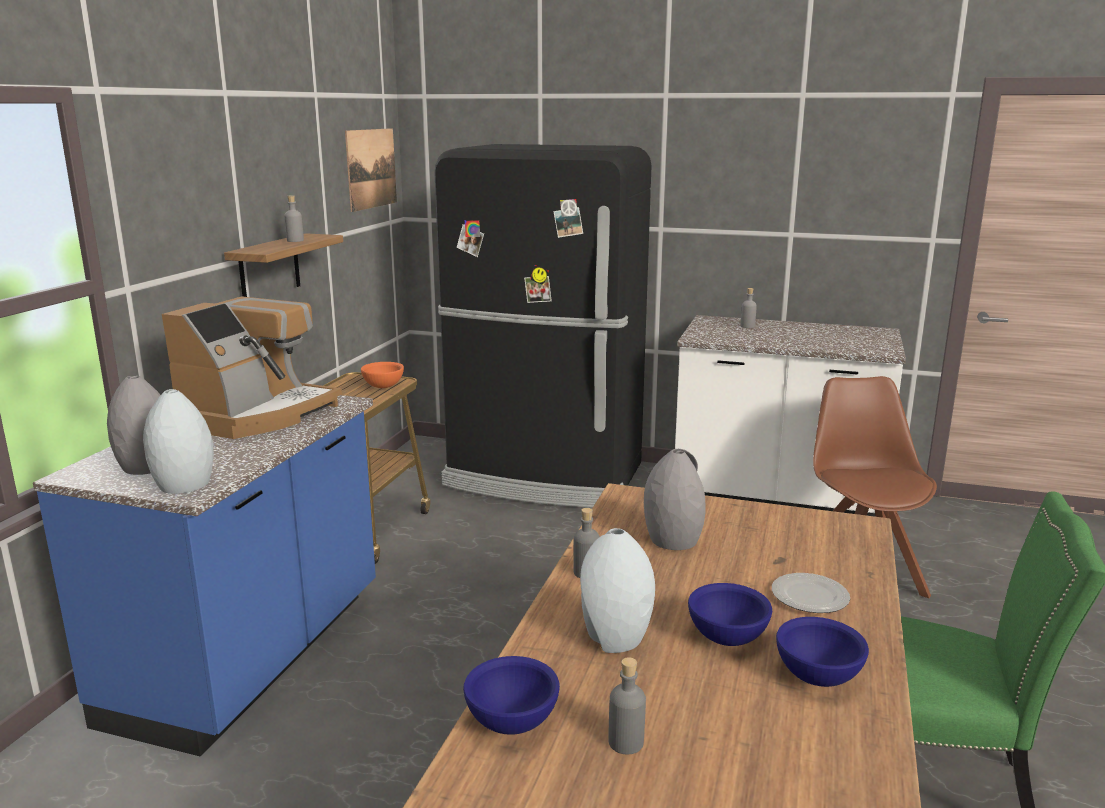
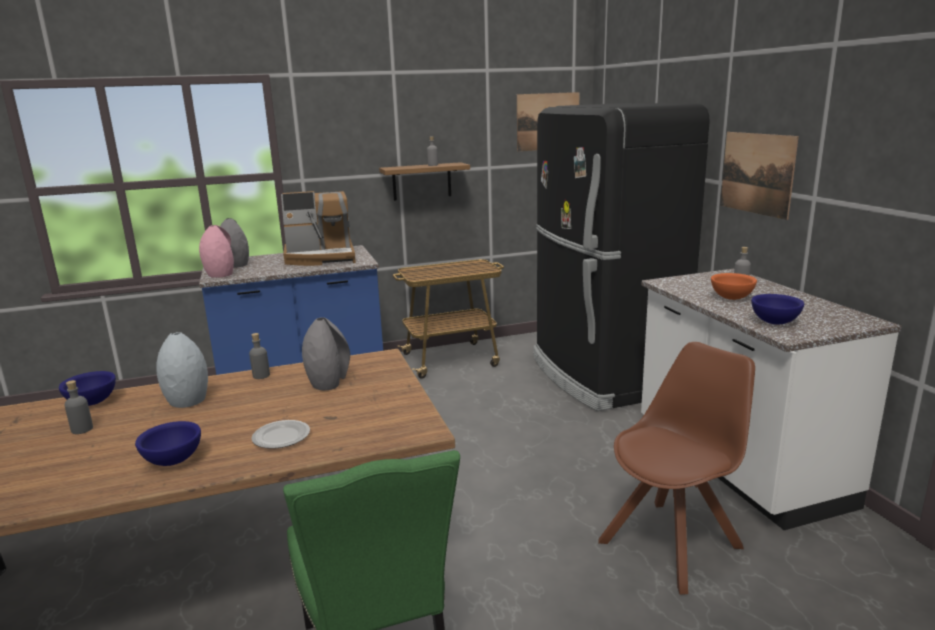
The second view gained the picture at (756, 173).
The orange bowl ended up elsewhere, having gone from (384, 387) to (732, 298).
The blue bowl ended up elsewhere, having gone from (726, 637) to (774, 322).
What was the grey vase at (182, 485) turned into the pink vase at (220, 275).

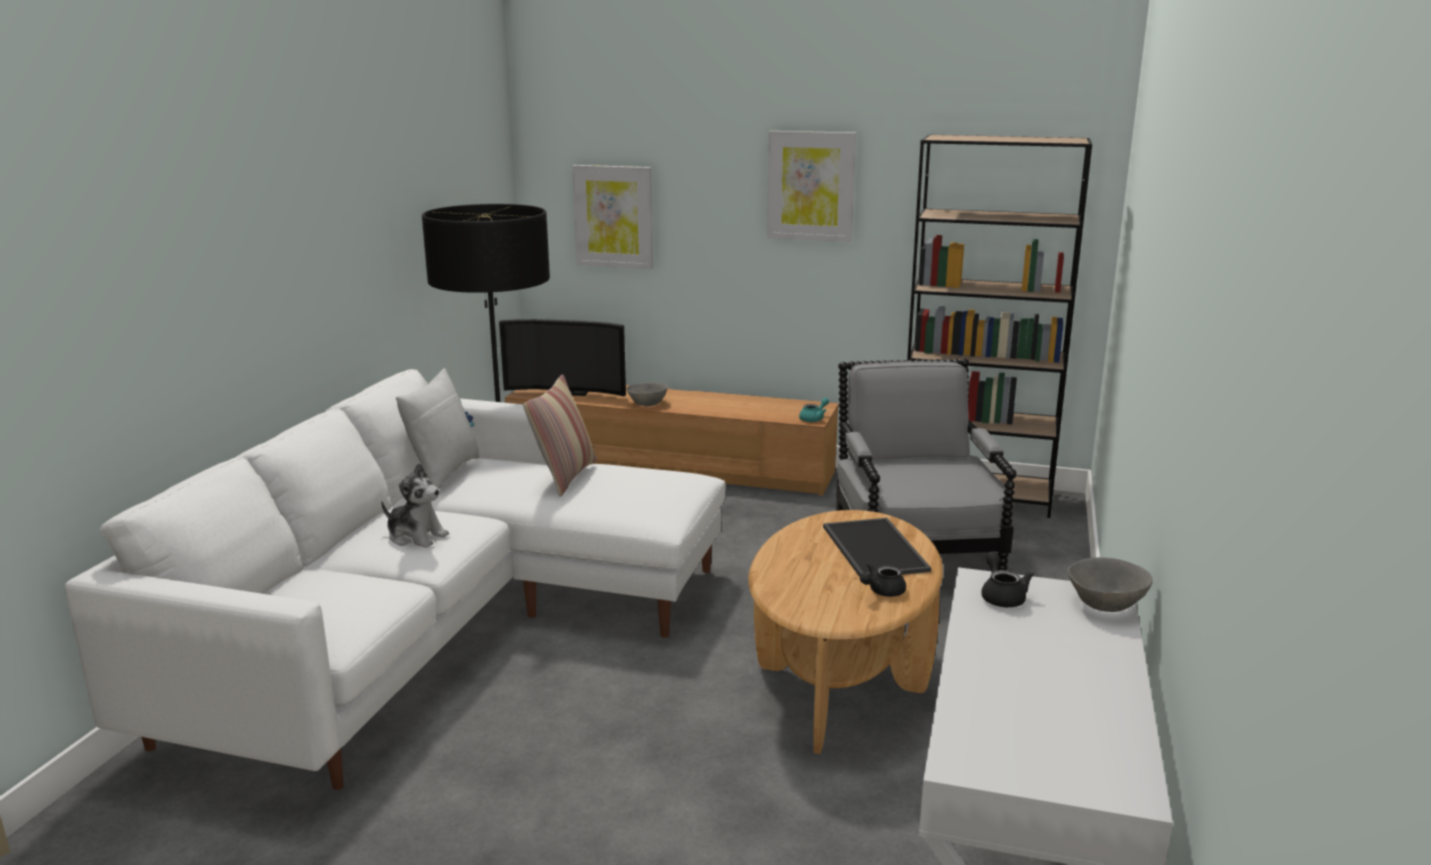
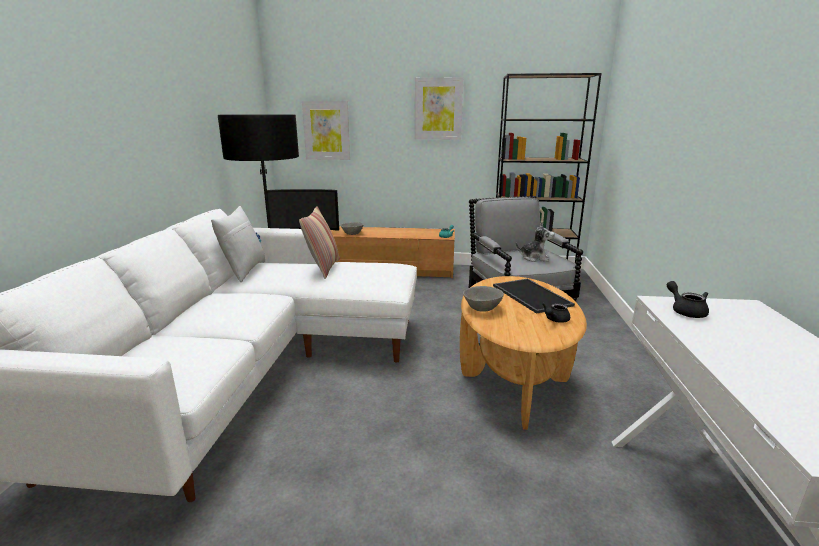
The plush toy ended up elsewhere, having gone from (416, 536) to (534, 258).
The grey bowl ended up elsewhere, having gone from (1105, 603) to (482, 308).

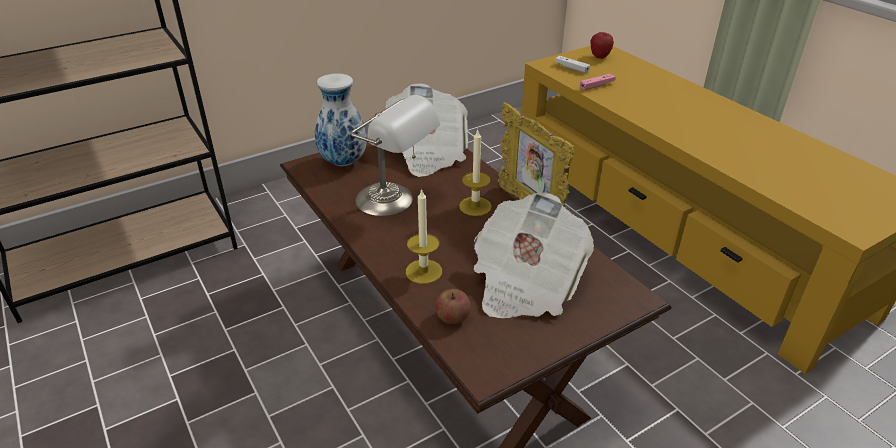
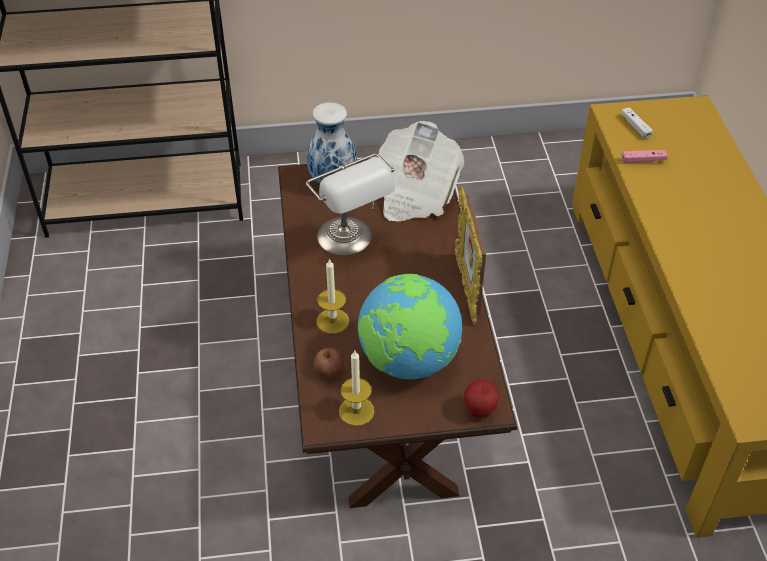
The candle ended up elsewhere, having gone from (475, 206) to (356, 411).
The apple ended up elsewhere, having gone from (599, 57) to (479, 411).
Where the newspaper stood at (525, 282), the globe came to stand at (408, 361).

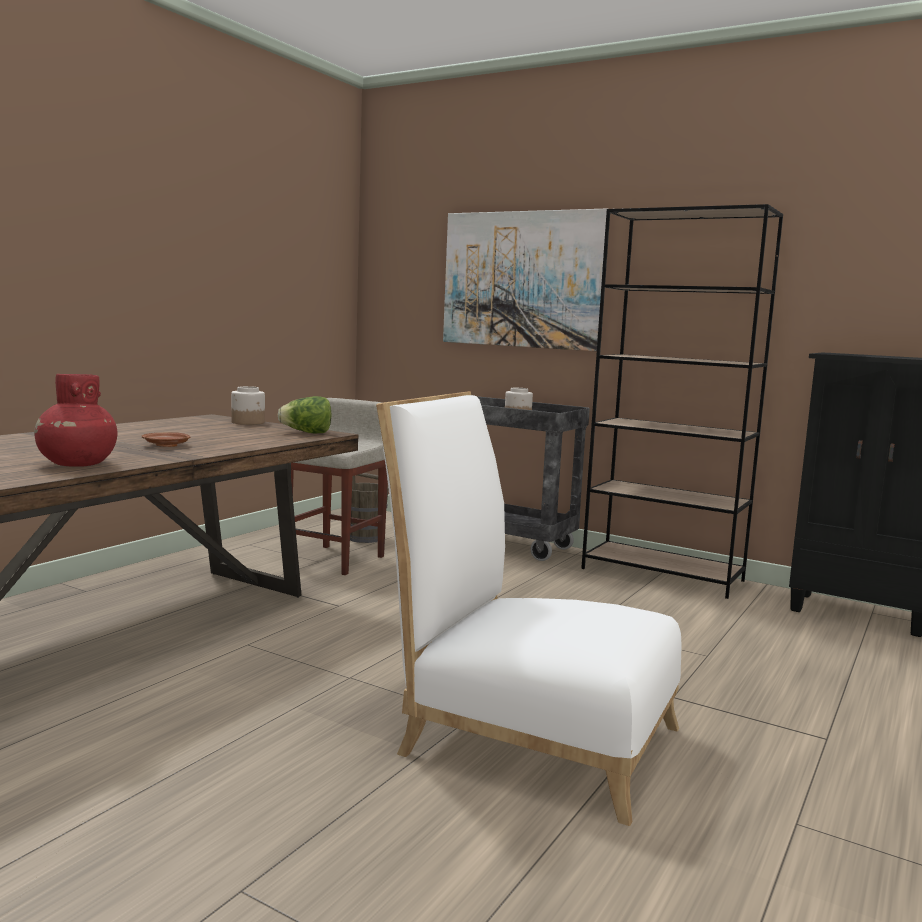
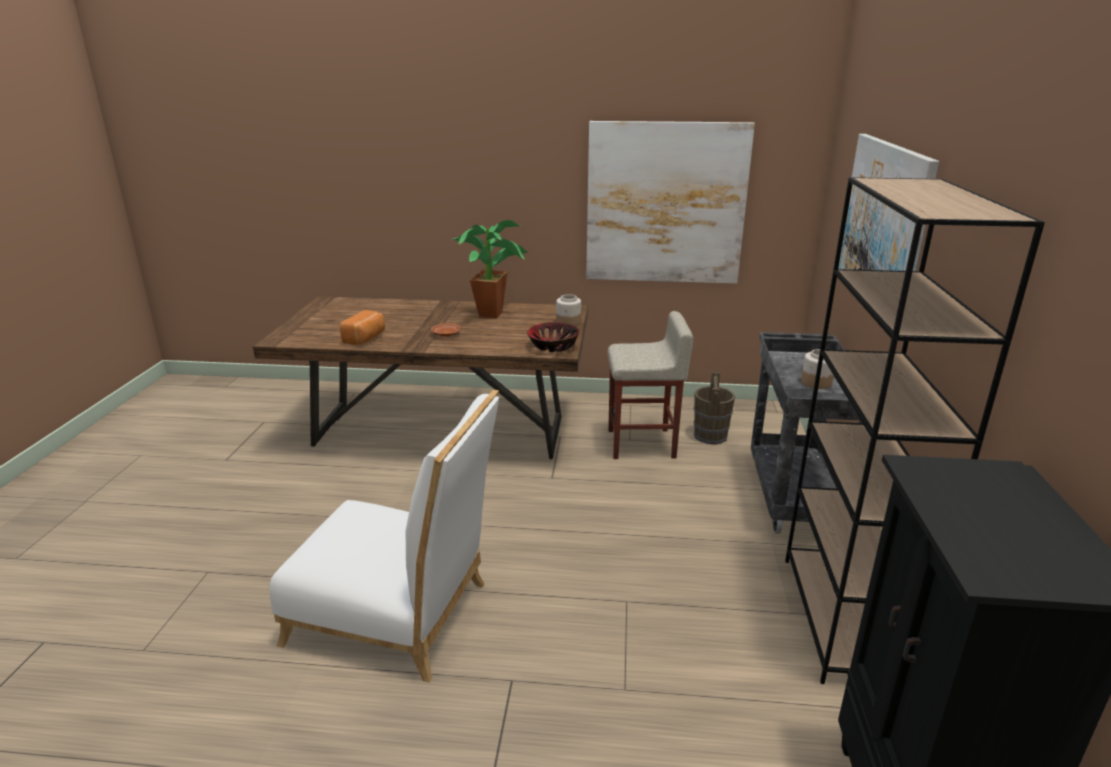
The second view gained the potted plant at (494, 313).
The second view gained the picture at (665, 204).
Where the red vase stood at (77, 464), the bread came to stand at (366, 338).
Where the lettuce stood at (307, 433), the bowl came to stand at (553, 346).
The white chair at (525, 735) ended up facing another way, 105 degrees clockwise from before.

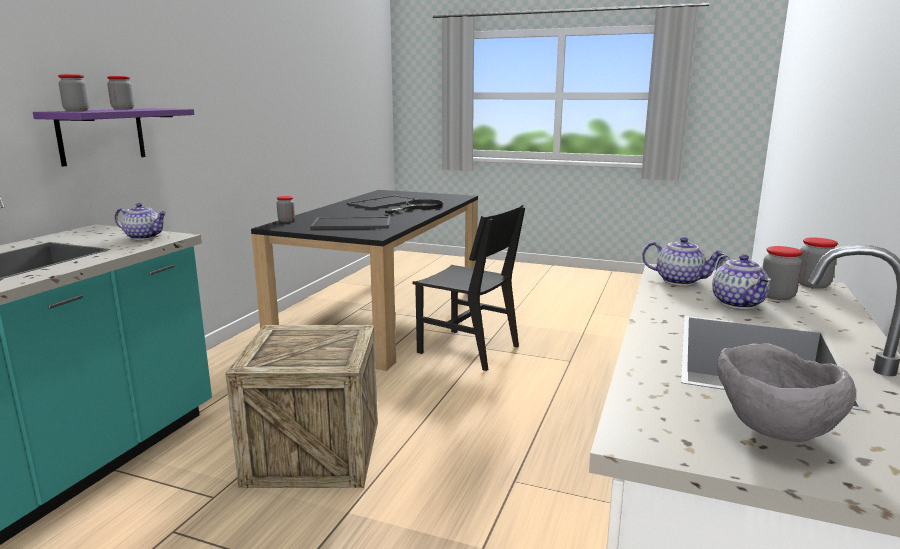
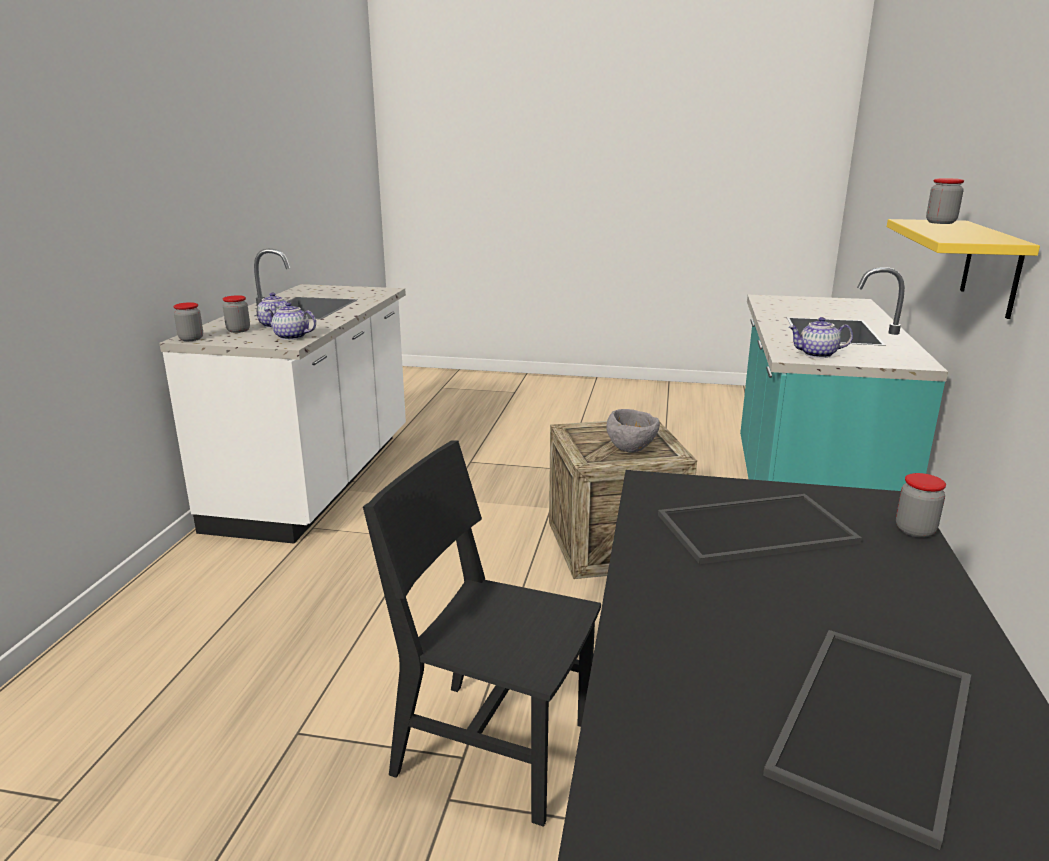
The second view lost the jar at (123, 109).
The second view lost the black frying pan at (419, 207).
The grey bowl ended up elsewhere, having gone from (772, 434) to (632, 449).
What was the purple shelf at (101, 135) turned into the yellow shelf at (992, 268).

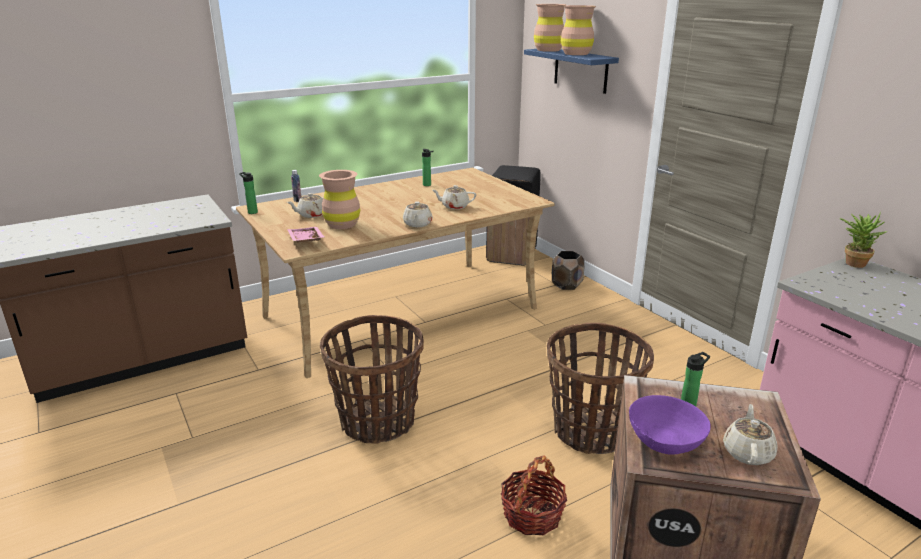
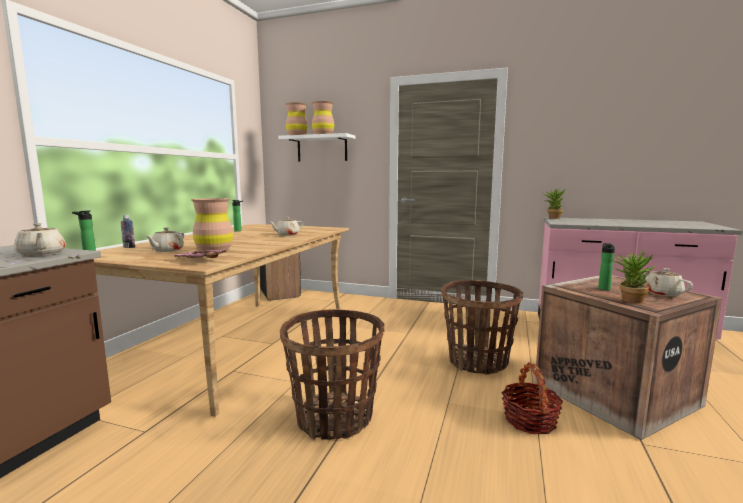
The second view lost the brown planter at (567, 285).
The beige teapot ended up elsewhere, having gone from (417, 224) to (41, 254).
Where the purple bowl stood at (666, 439), the potted plant came to stand at (628, 300).
What was the blue shelf at (580, 70) turned into the white shelf at (322, 149).

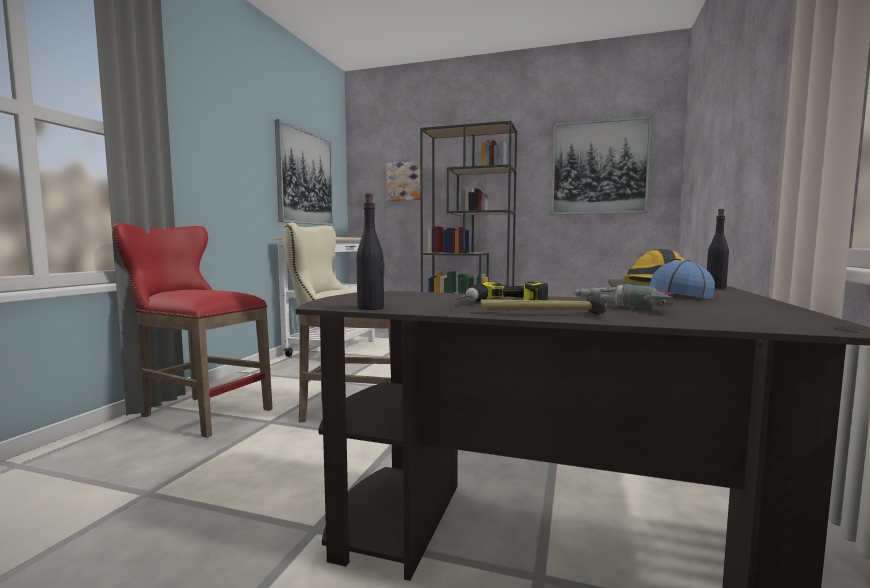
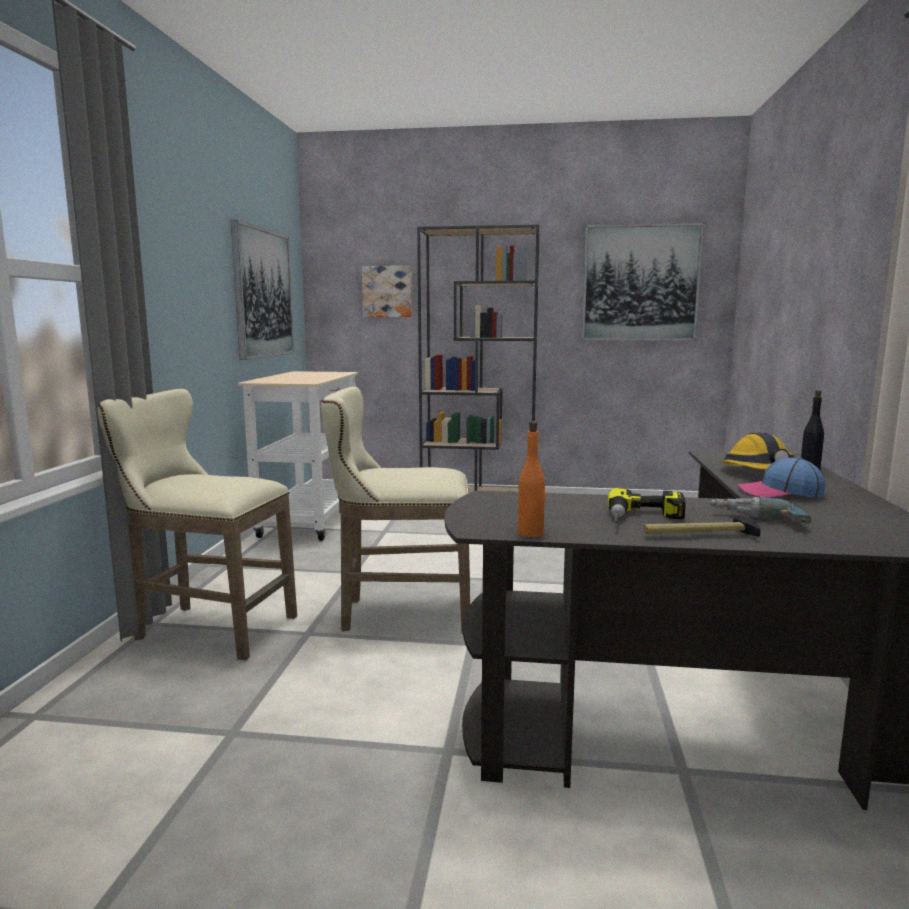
What was the red stool at (200, 413) turned into the beige stool at (208, 628).
What was the black bottle at (371, 308) turned into the orange bottle at (531, 533).

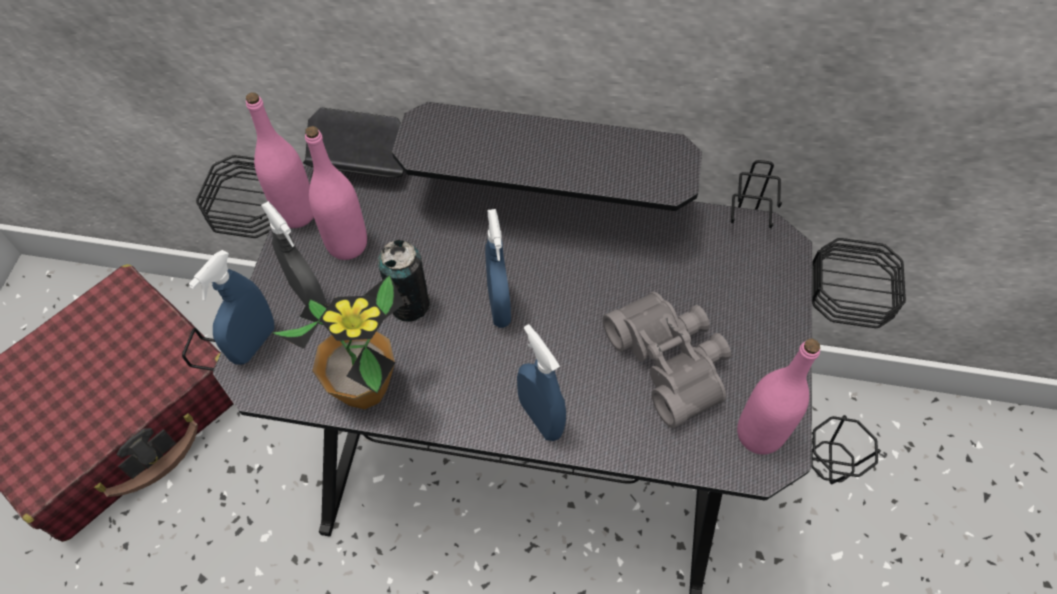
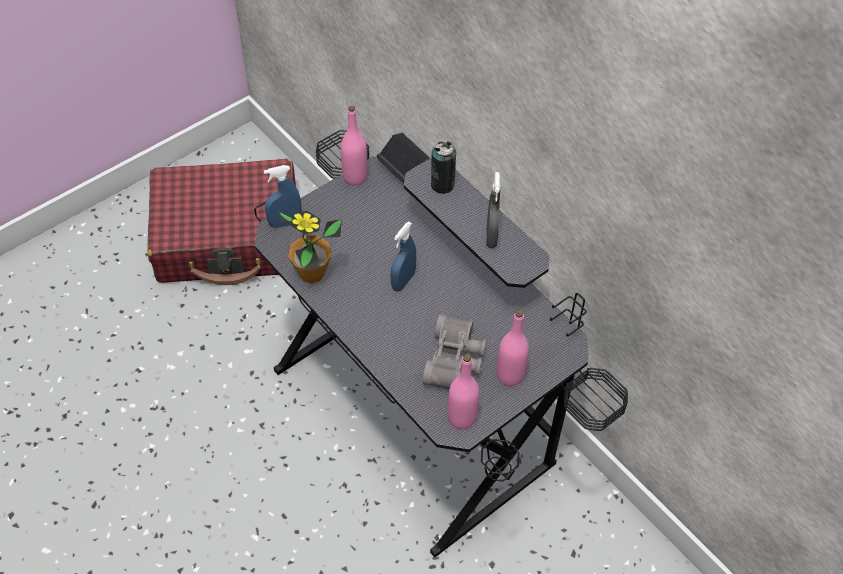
The second view lost the blue spray bottle at (540, 417).
The grey spray bottle ended up elsewhere, having gone from (309, 297) to (491, 236).
The pink bottle ended up elsewhere, having gone from (347, 244) to (510, 375).
The can ended up elsewhere, having gone from (409, 304) to (442, 185).

